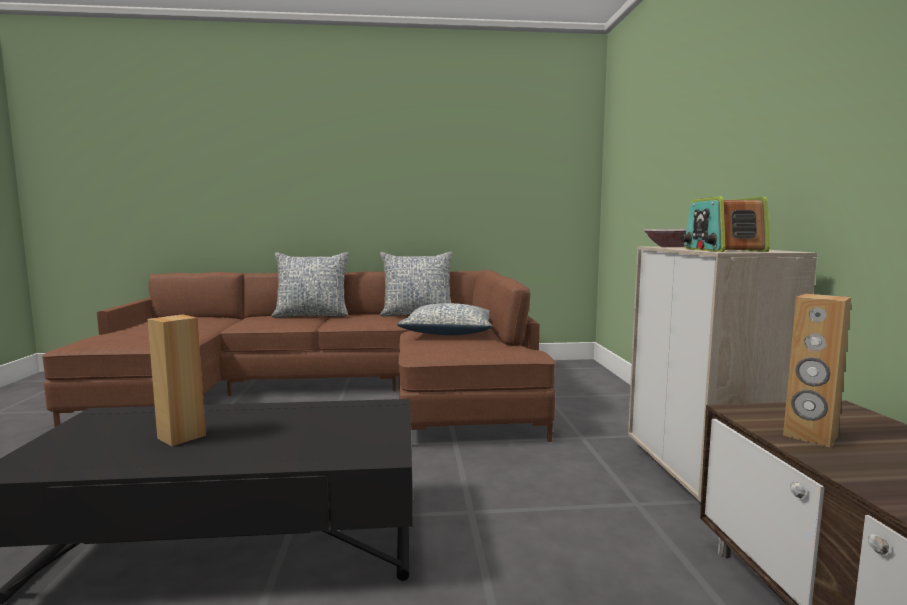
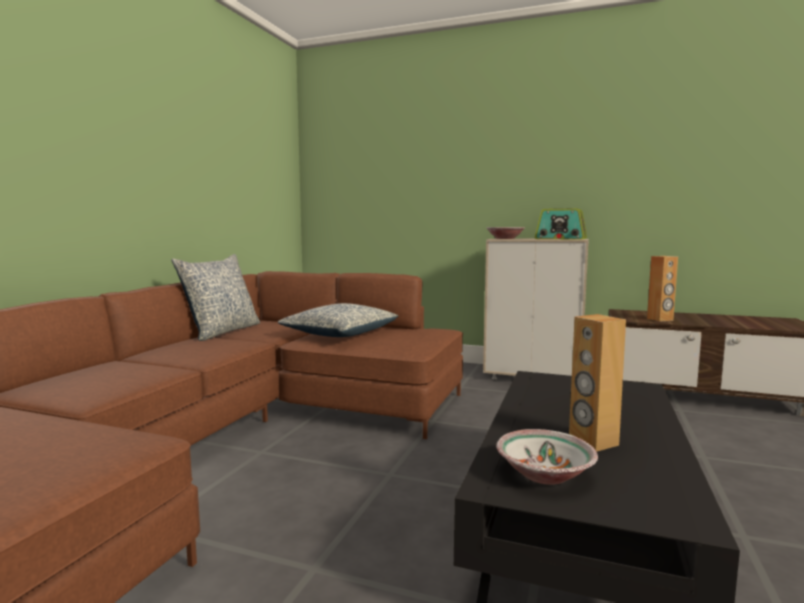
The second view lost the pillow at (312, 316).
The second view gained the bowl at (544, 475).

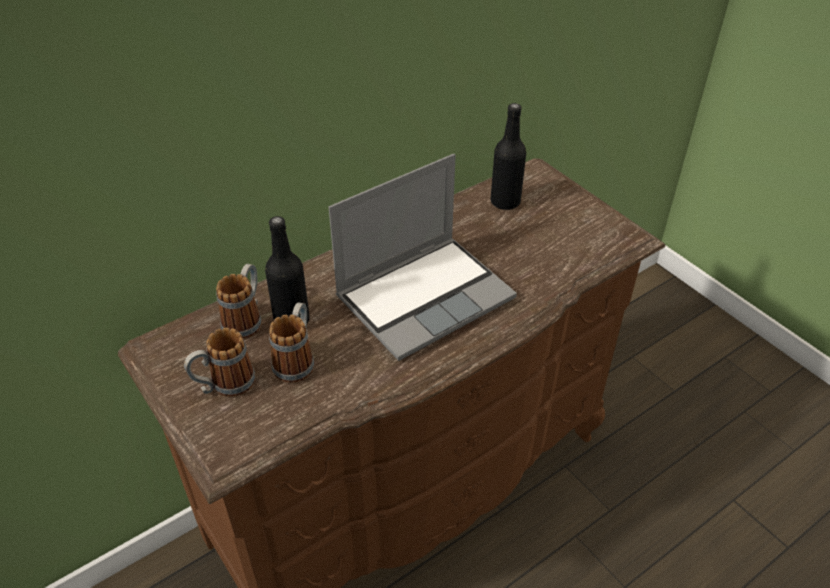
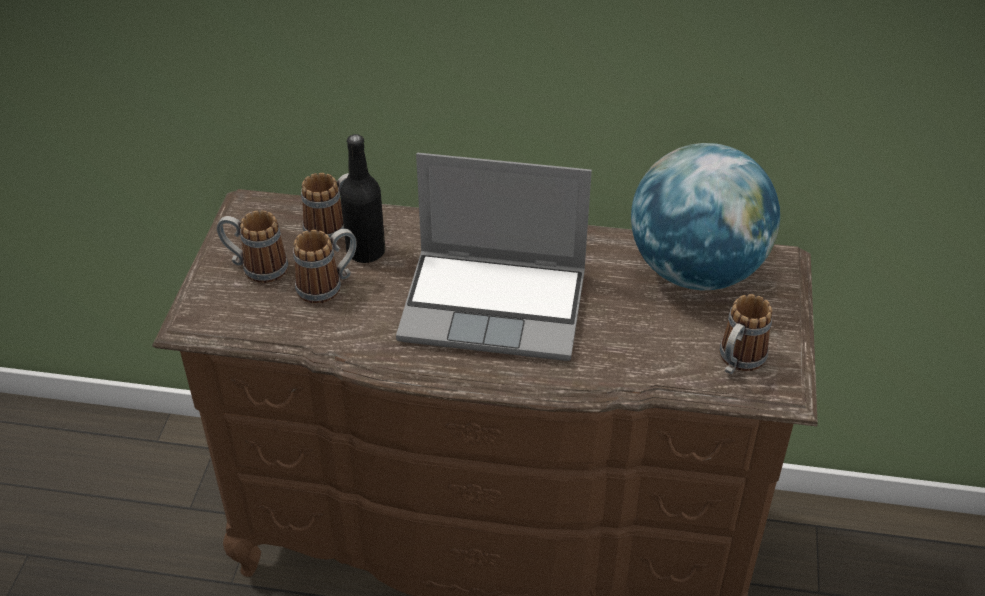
The second view gained the mug at (737, 362).
Where the black bottle stood at (505, 202), the globe came to stand at (696, 270).

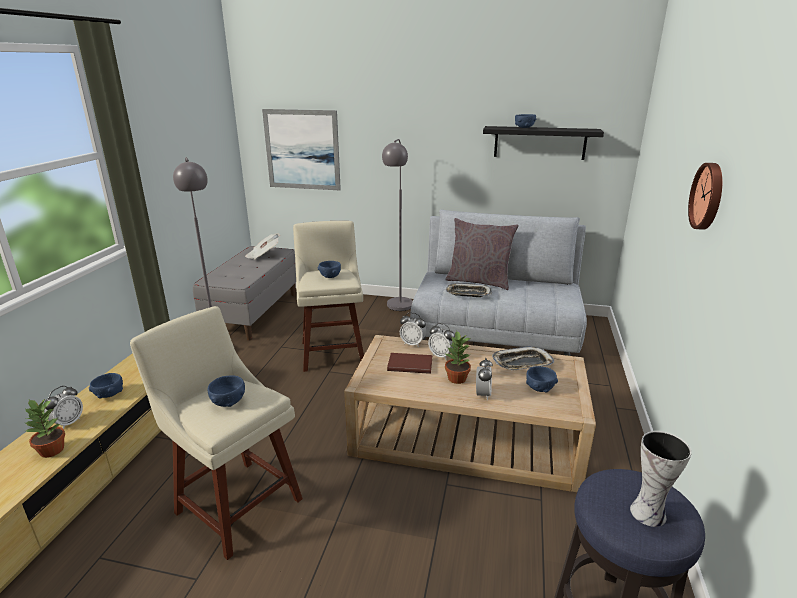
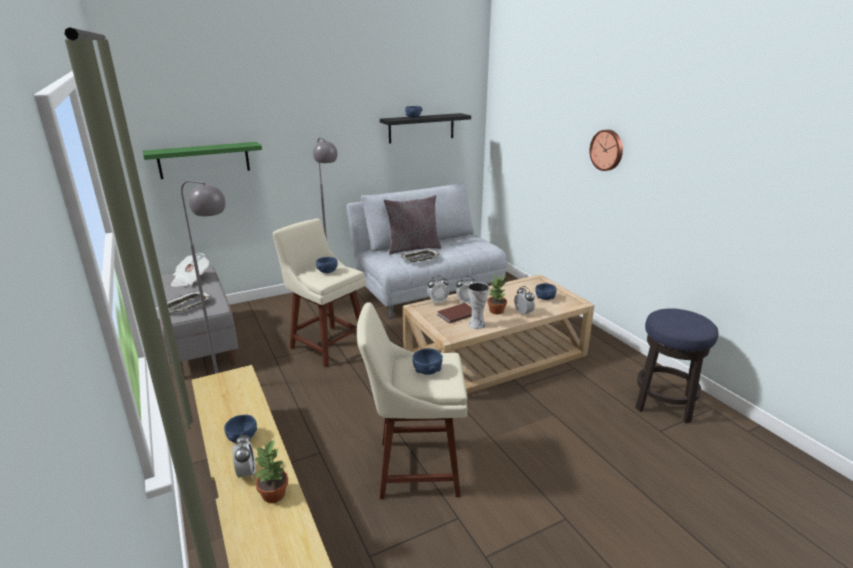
The tray ended up elsewhere, having gone from (522, 363) to (187, 305).
The vase ended up elsewhere, having gone from (648, 512) to (476, 324).
Where the picture hung at (302, 150), the green shelf came to hang at (204, 160).

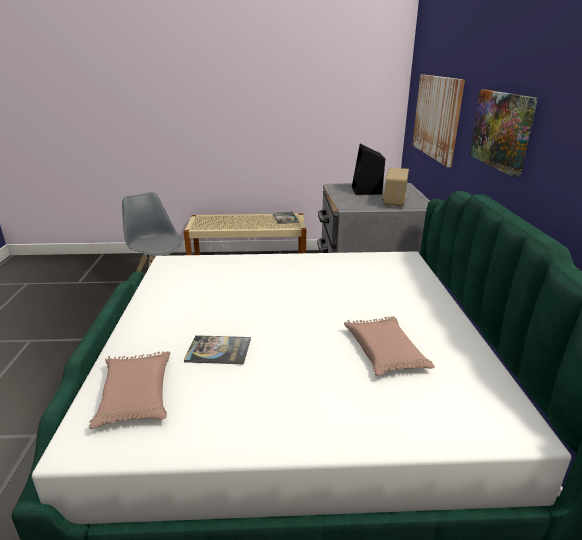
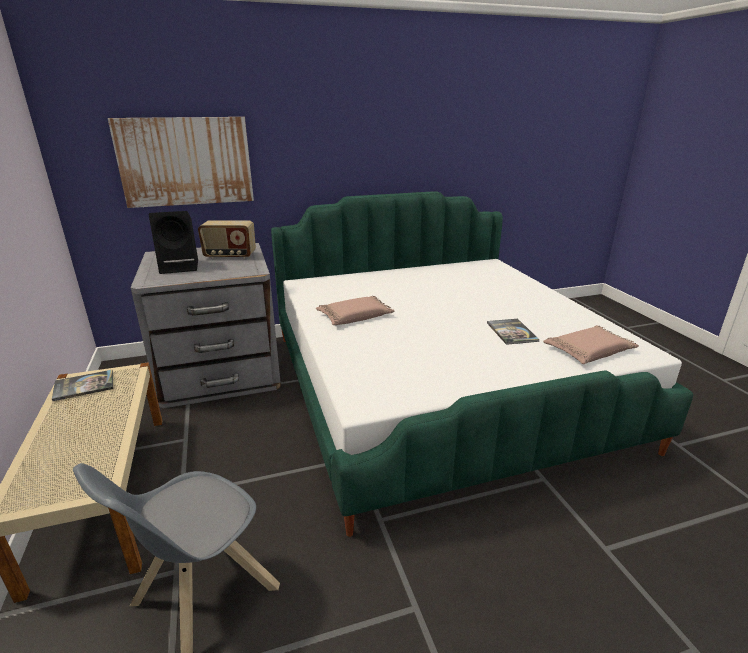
The second view lost the picture at (501, 130).
The beige pillow ended up elsewhere, having gone from (385, 350) to (355, 315).

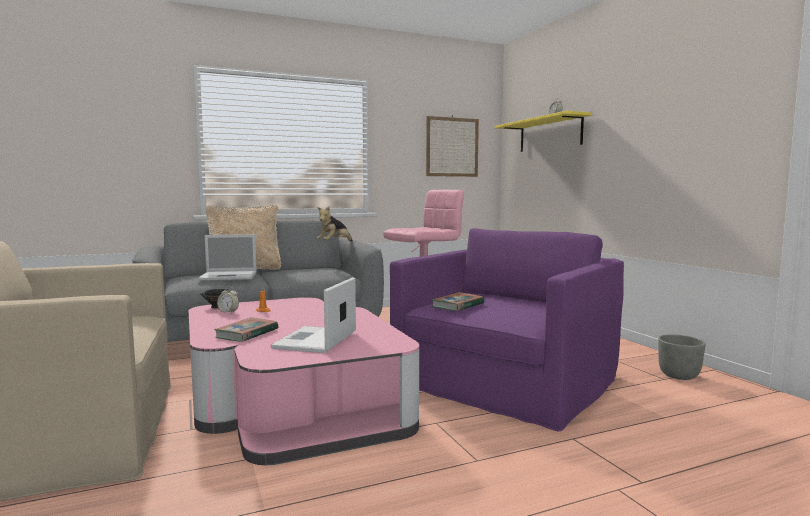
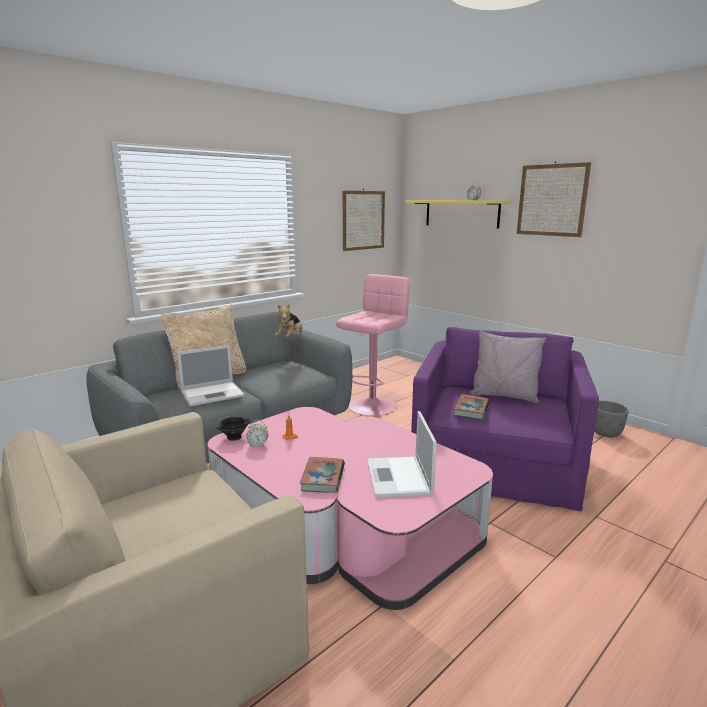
The second view gained the purple pillow at (504, 396).
The second view gained the picture at (552, 199).

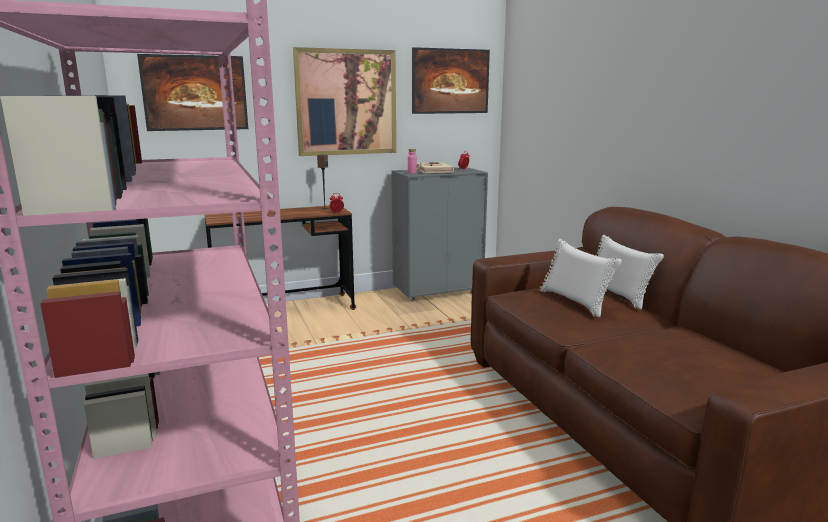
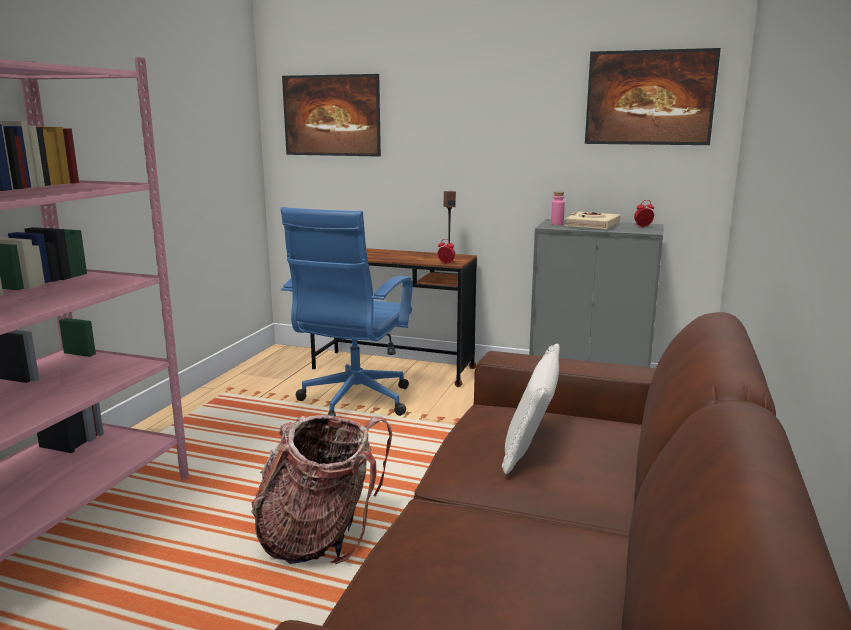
The second view lost the picture at (346, 102).
The second view lost the white pillow at (617, 295).
The second view gained the backpack at (320, 538).
The second view gained the blue office chair at (353, 403).

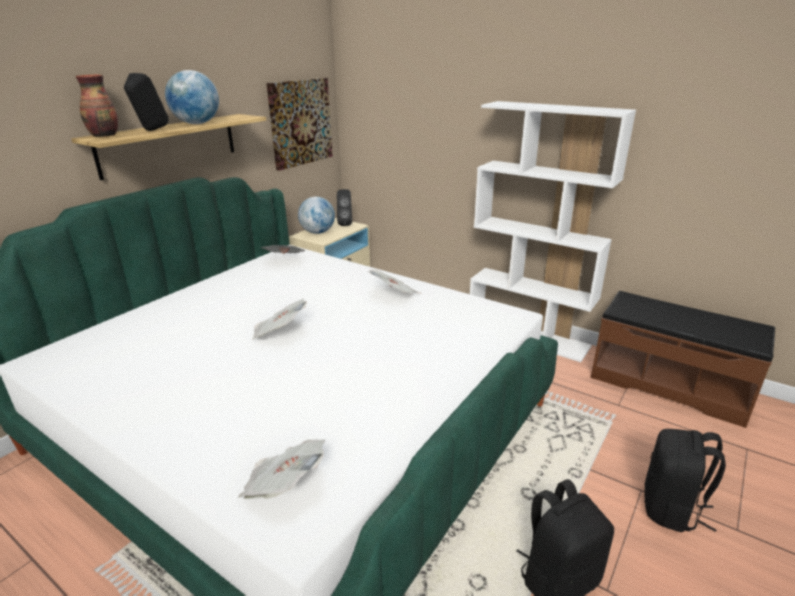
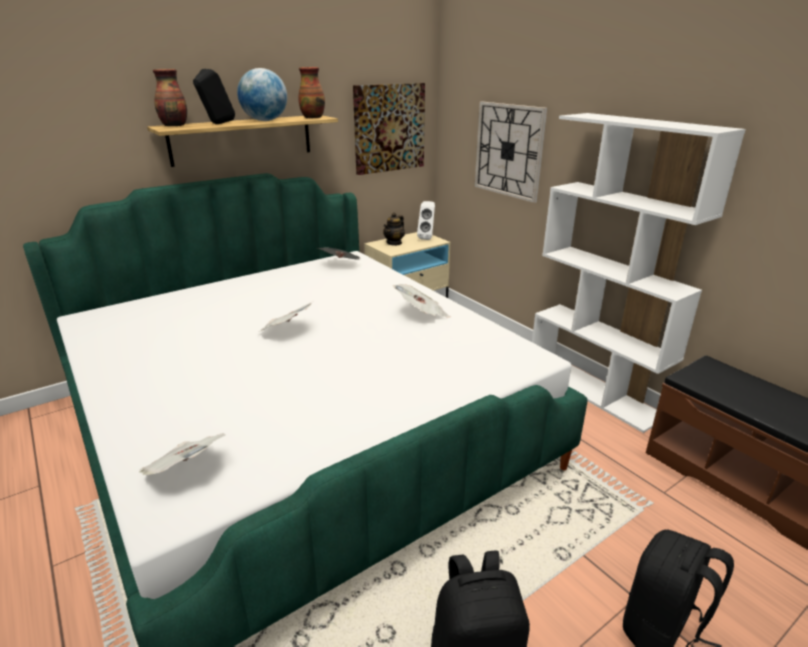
The second view gained the vase at (313, 117).
The second view gained the wall clock at (509, 150).
Where the globe stood at (318, 232), the teapot came to stand at (394, 243).
What was the black speaker at (345, 224) turned into the white speaker at (427, 238).

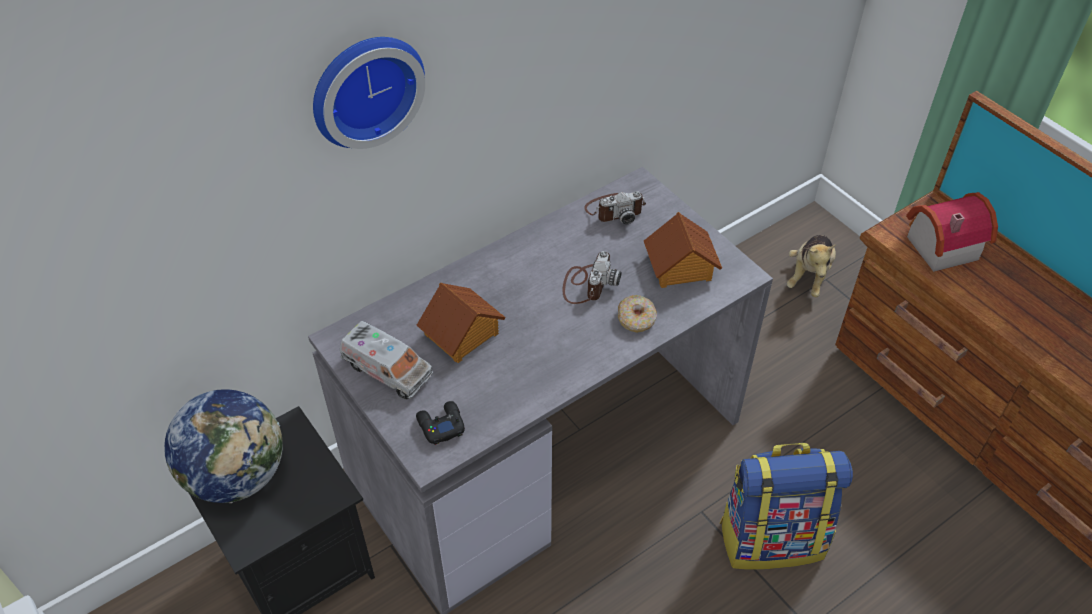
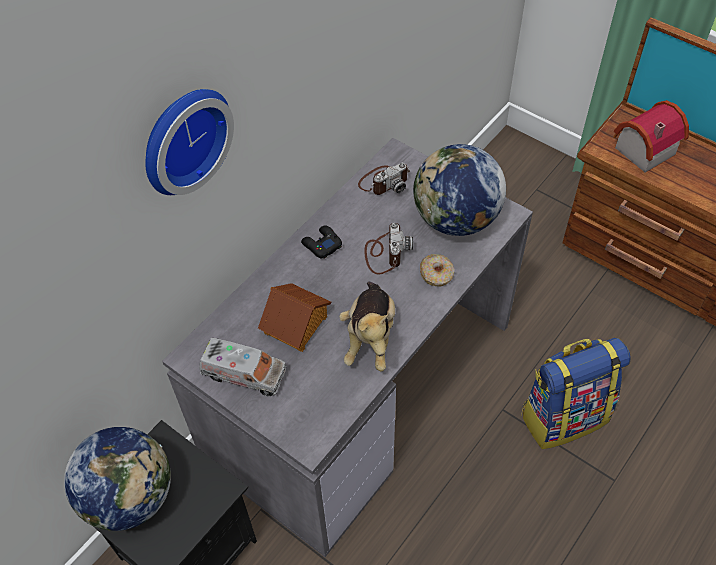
The black game controller ended up elsewhere, having gone from (440, 425) to (321, 245).
The plush toy ended up elsewhere, having gone from (809, 276) to (370, 337).
Where the toy house stood at (680, 267), the globe came to stand at (455, 220).

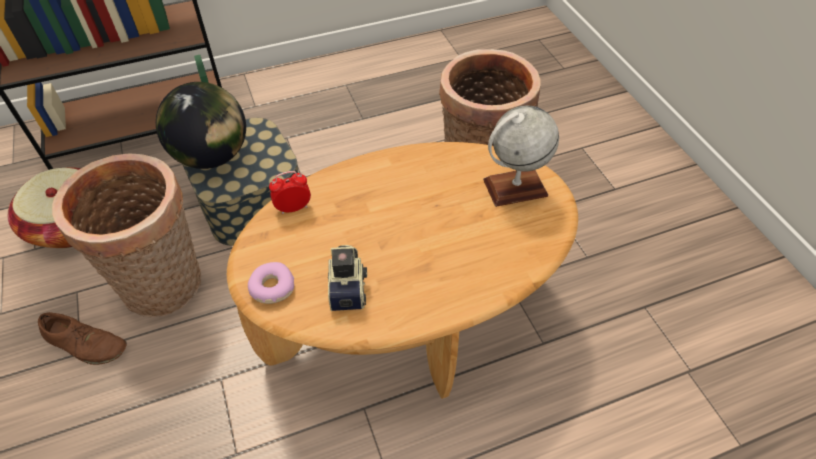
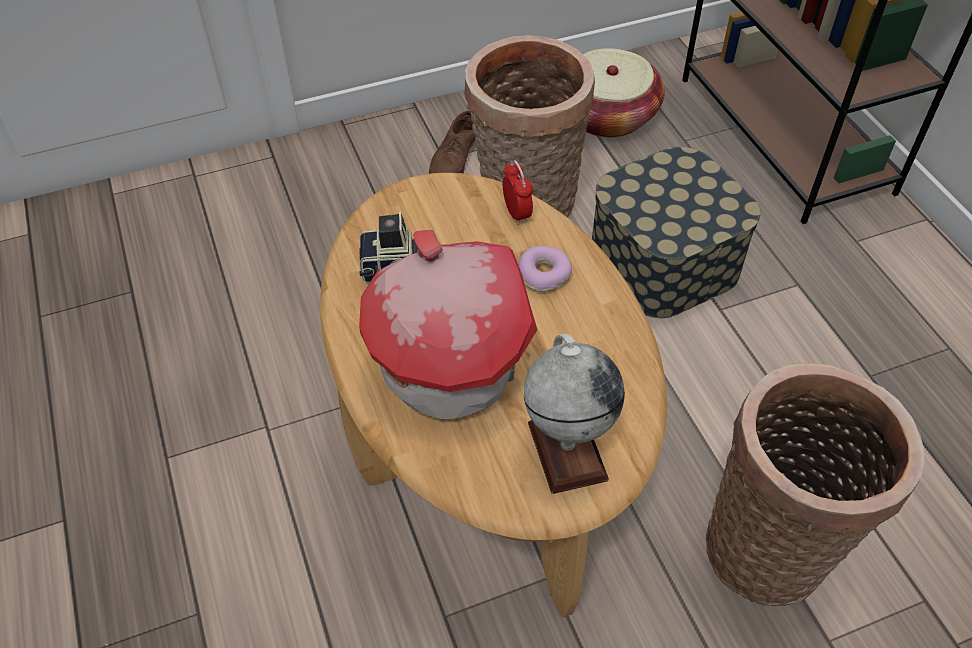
The second view lost the globe at (212, 156).
The second view gained the toy house at (449, 365).
The donut ended up elsewhere, having gone from (272, 287) to (543, 274).

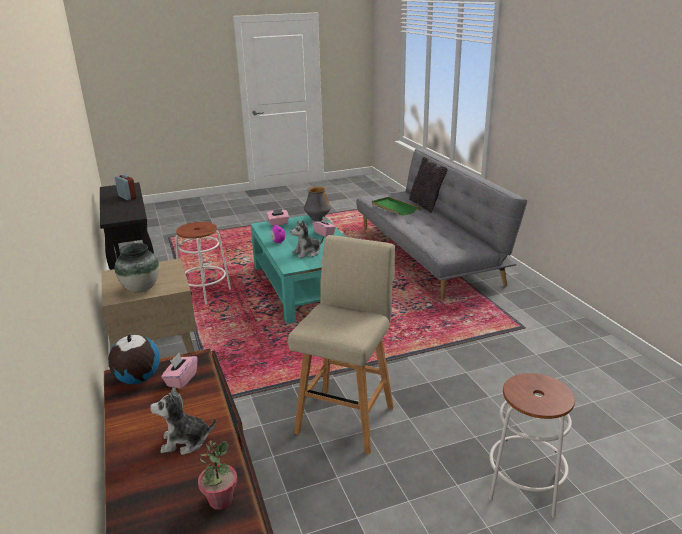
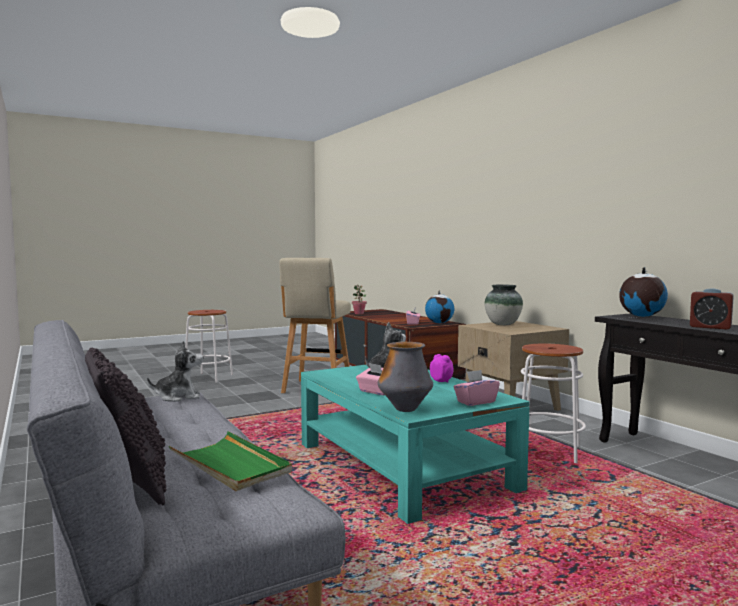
The second view gained the globe at (641, 316).
The plush toy ended up elsewhere, having gone from (185, 441) to (178, 397).

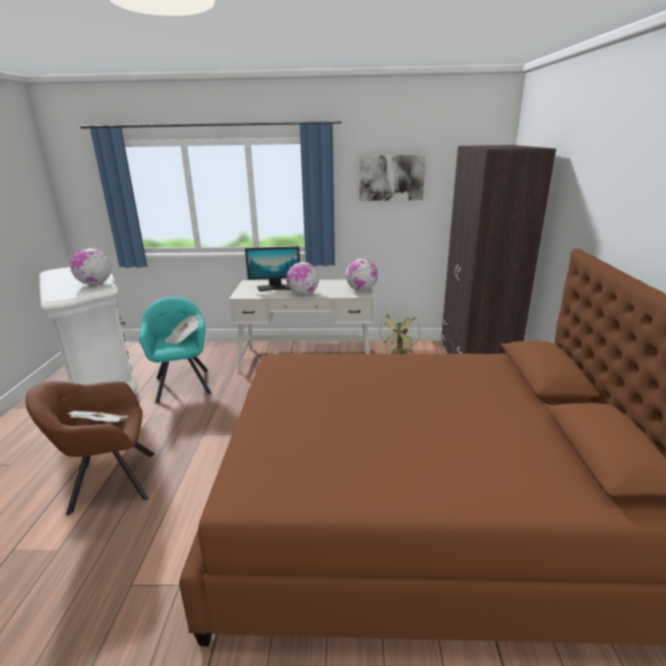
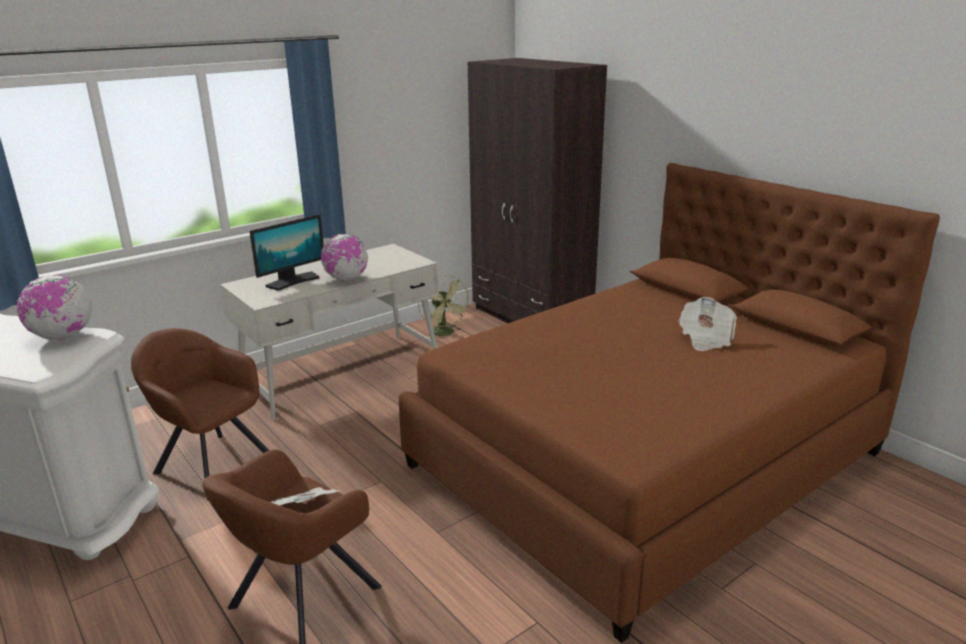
The second view lost the globe at (361, 290).
The second view lost the picture at (391, 177).
The newspaper ended up elsewhere, having gone from (184, 338) to (705, 339).
What was the turquoise armchair at (183, 384) turned into the brown armchair at (211, 463).

